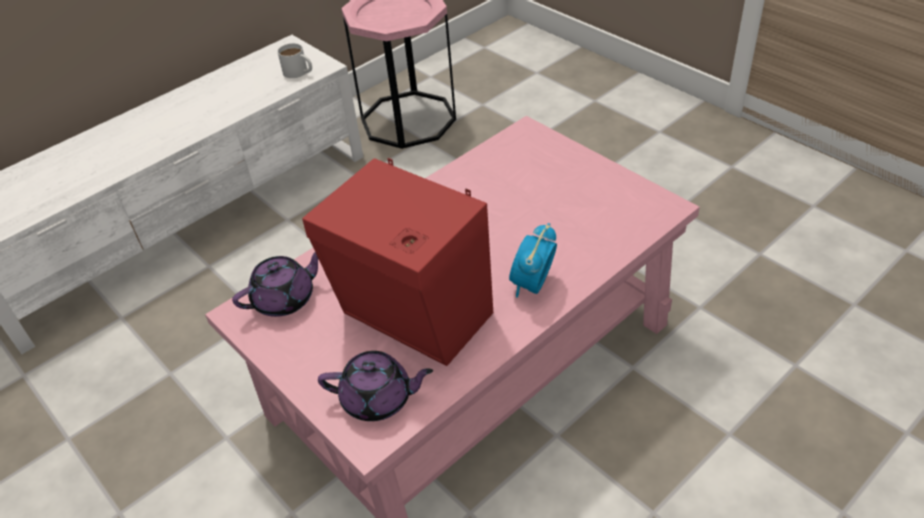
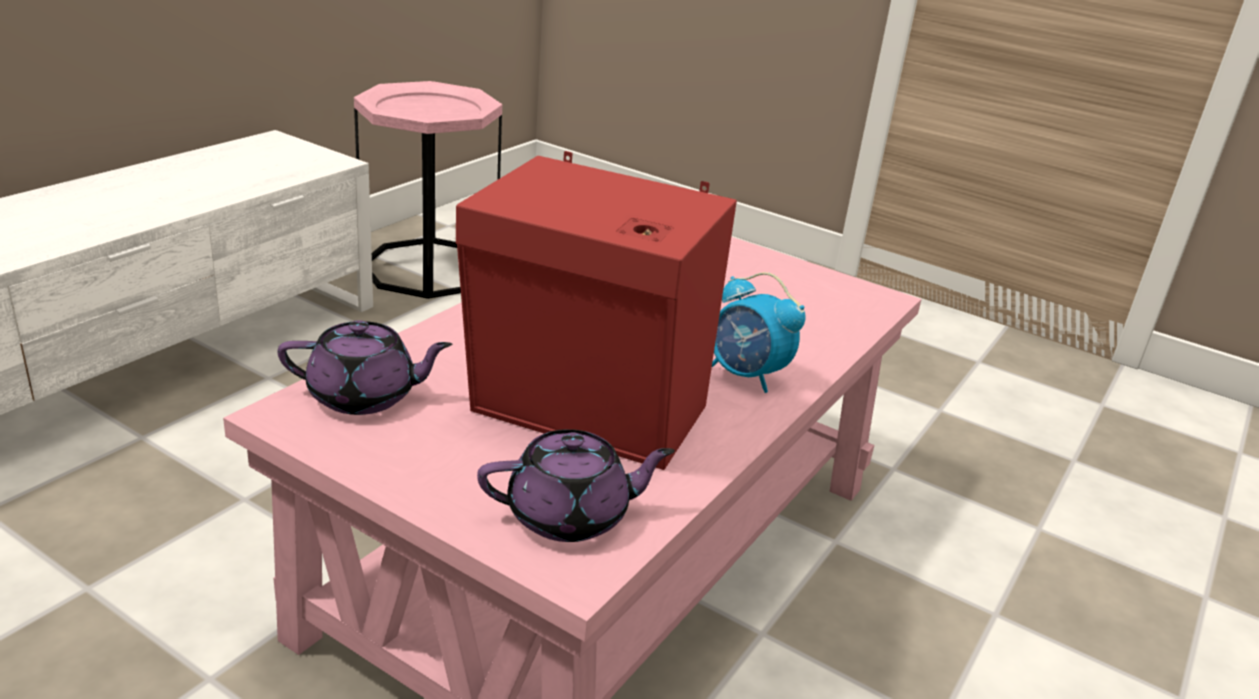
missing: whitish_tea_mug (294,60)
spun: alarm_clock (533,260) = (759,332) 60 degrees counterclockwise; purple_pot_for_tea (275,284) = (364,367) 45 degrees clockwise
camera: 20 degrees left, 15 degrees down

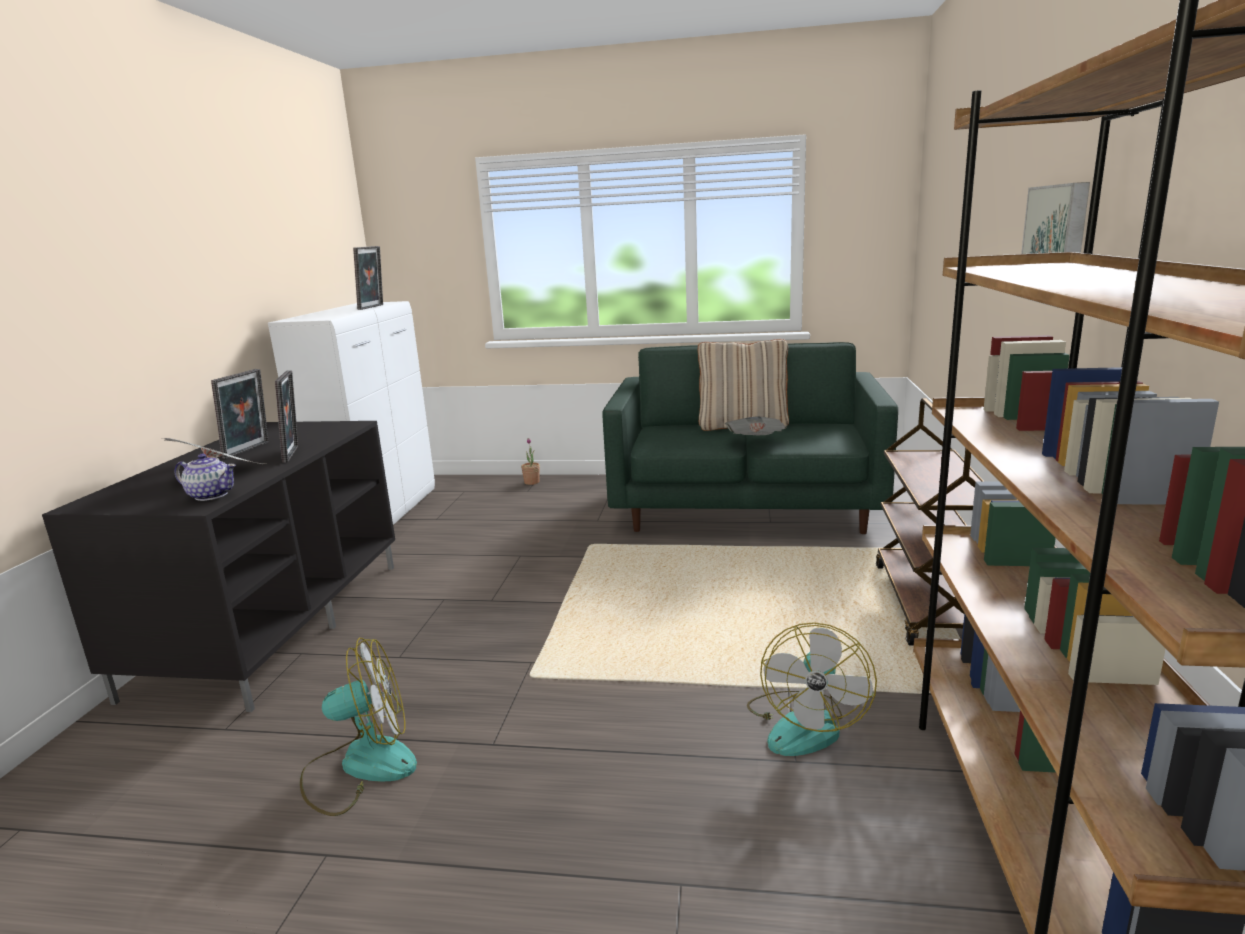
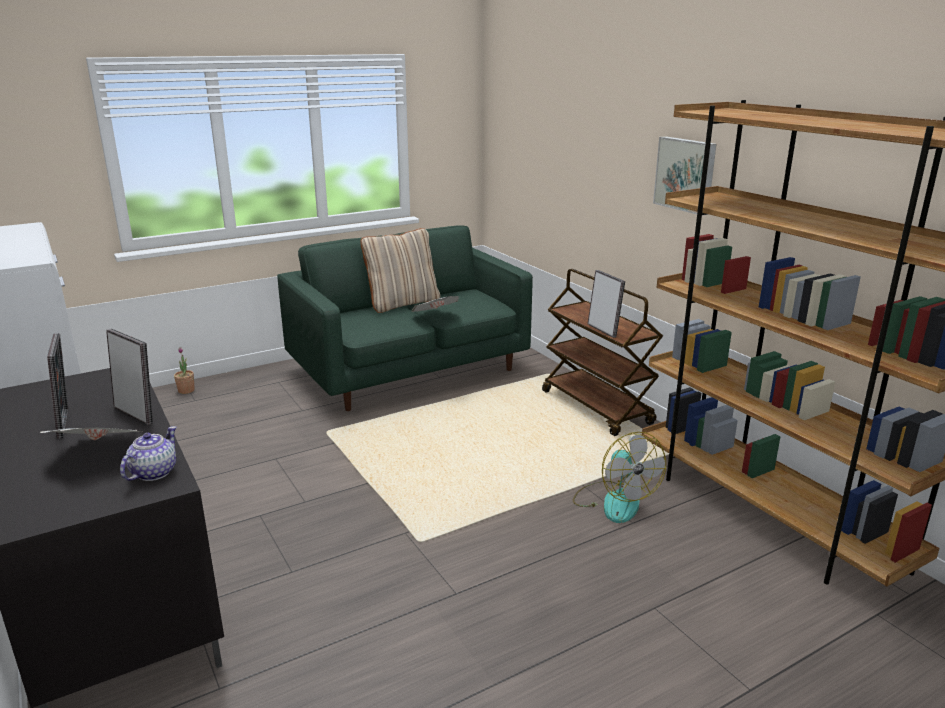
missing: fan (358,727)
relocated: picture_frame (368,278) to (606,304)
spun: pot_for_tea (205,477) = (148,453) 45 degrees counterclockwise
camera: 40 degrees left, 5 degrees up

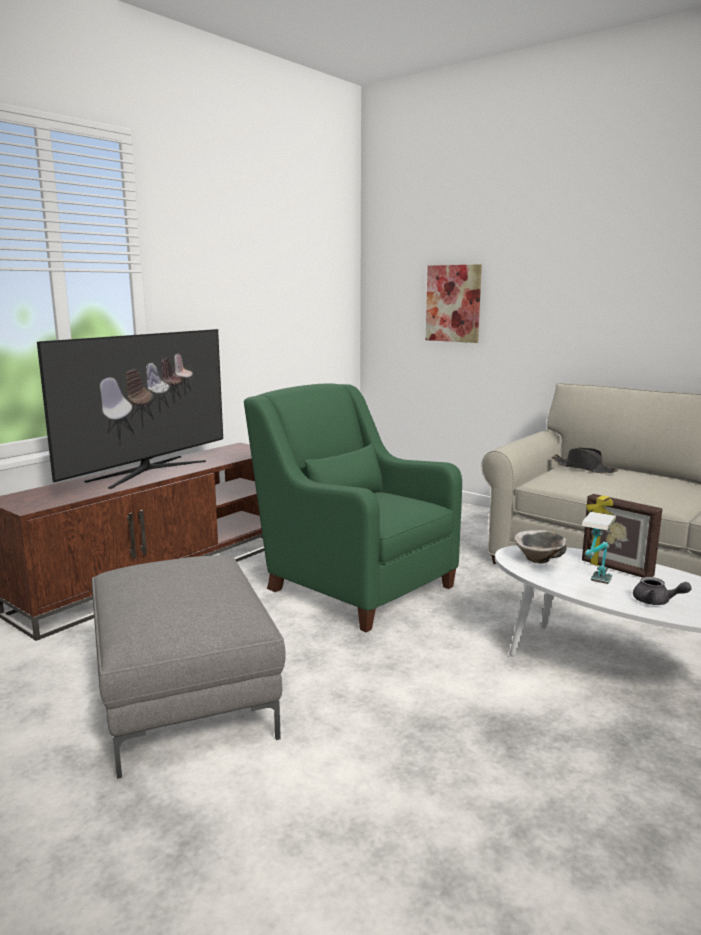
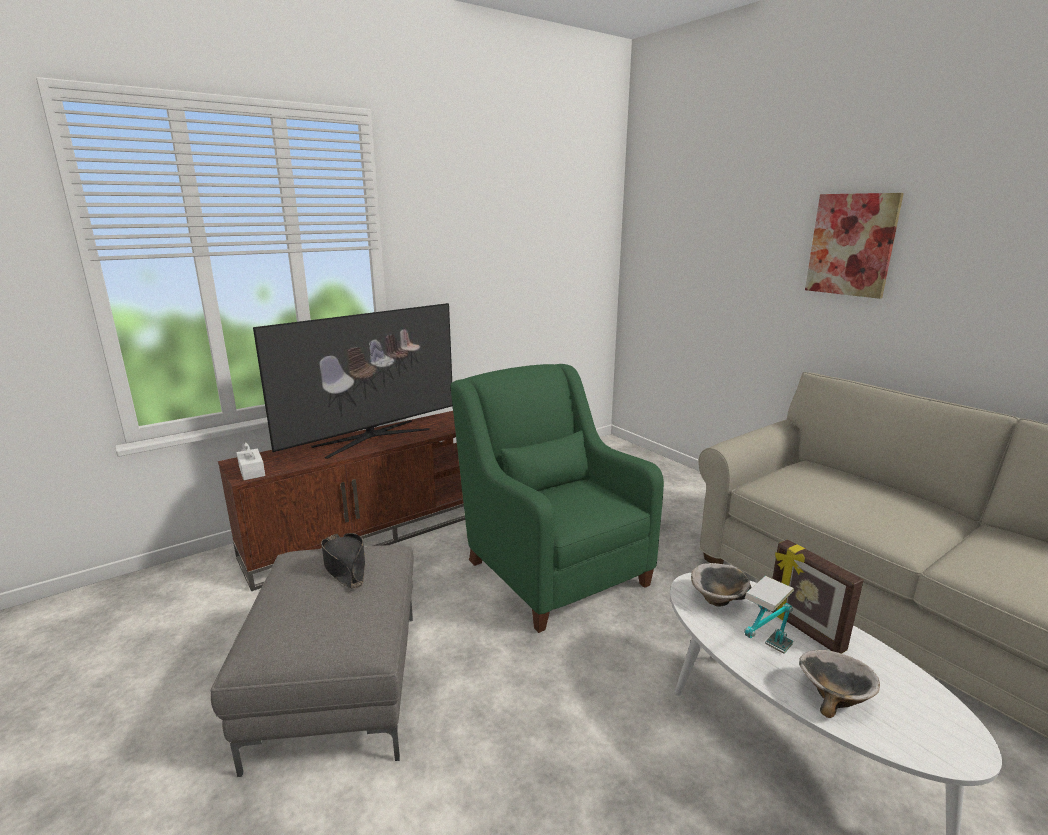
appeared: whitish_tissue_box (251,461)
relocated: wall_picture (454,303) to (854,246); blackish_hat (585,460) to (343,561)
exchanged: gray_pot_for_tea (662,591) to serving_bowl (839,684)
camera: 15 degrees right, 5 degrees up

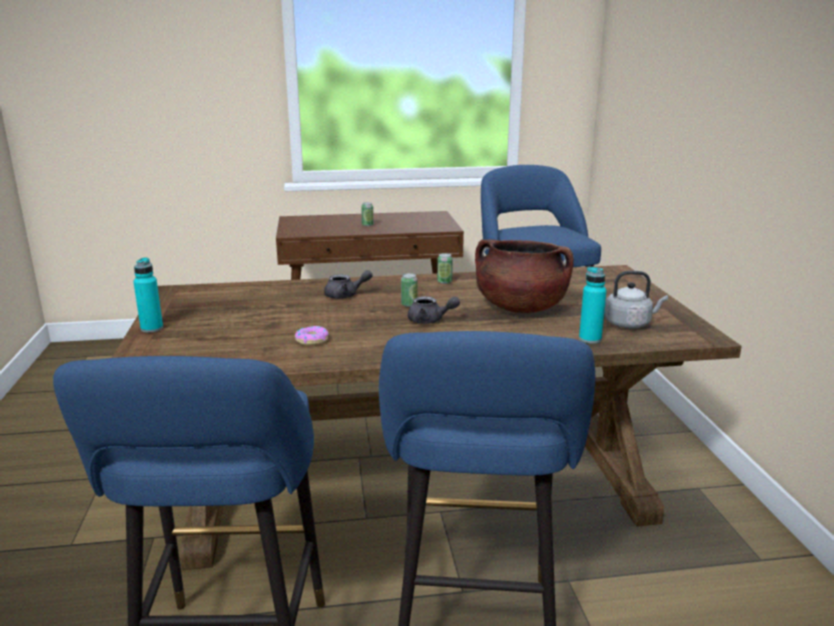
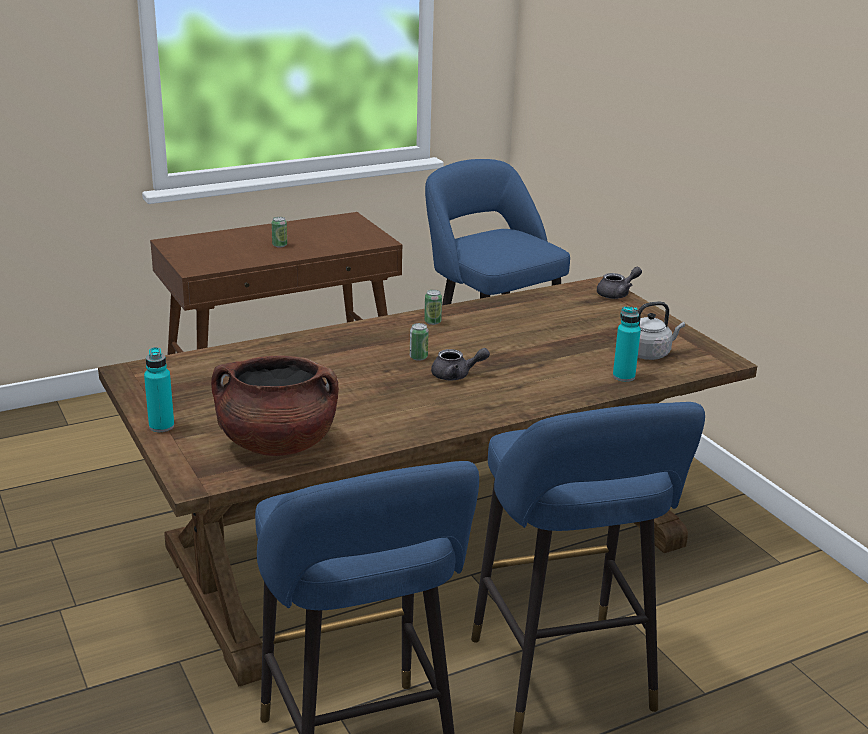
missing: ring_doughnut (312,336)
relocated: brown_saucepot (524,276) to (275,405); gray_pot_for_tea (348,284) to (619,283)
camera: 20 degrees left, 5 degrees up

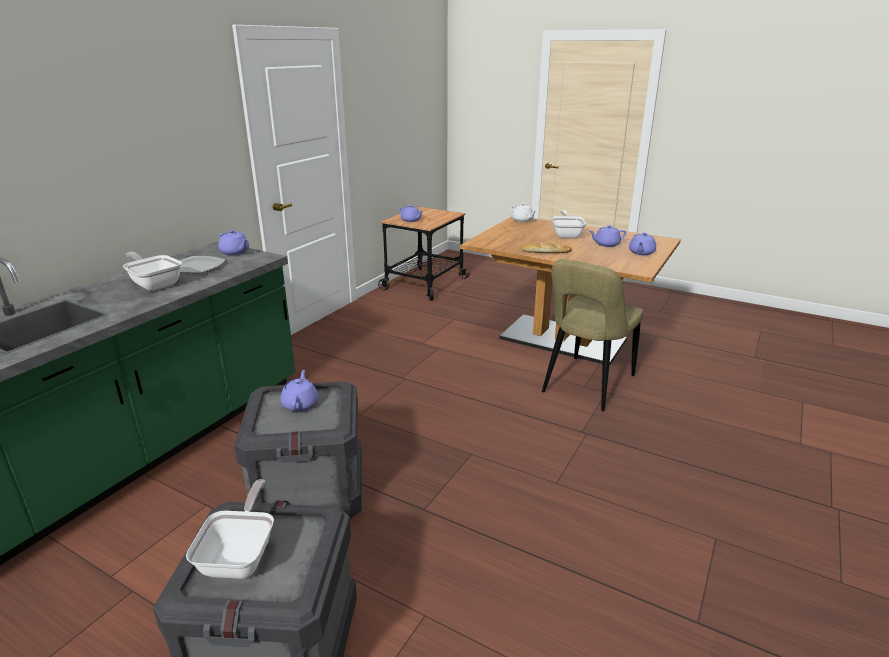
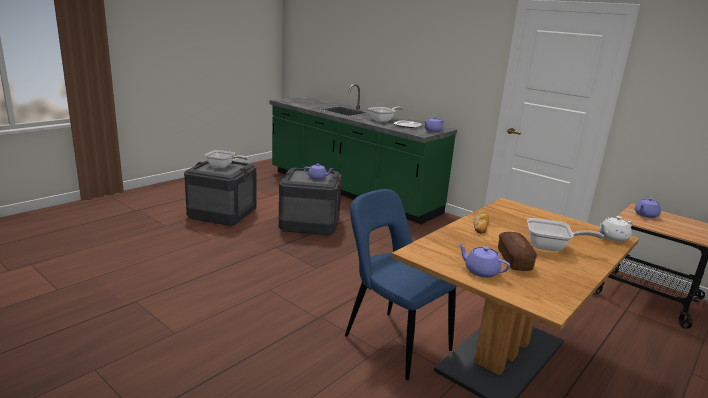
exchanged: purple_pot_for_tea (608,236) to bread (517,251)
colour: sand-coloured_chair (593,335) to bluish_chair (401,284)
camera: 100 degrees right, 5 degrees down

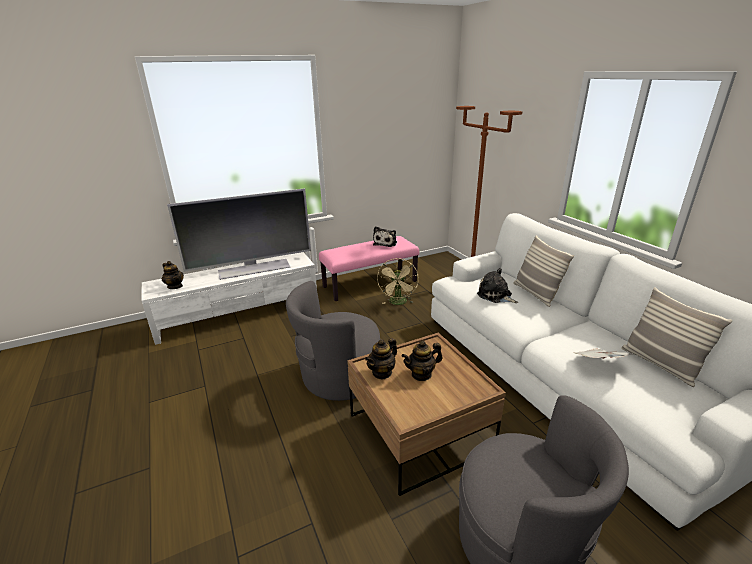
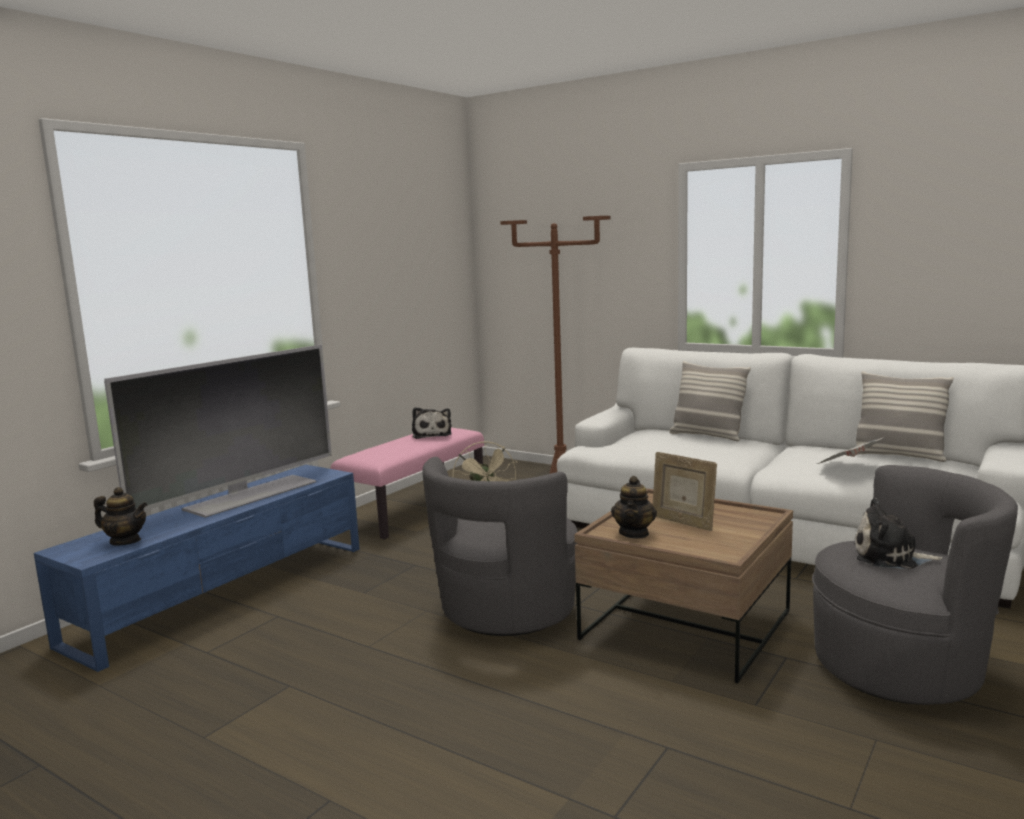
relocated: soft_toy (497,285) to (898,533)
exchanged: pot_for_tea (422,361) to picture_frame (685,491)
colour: whitish_tv_stand (229,298) to bluish_tv_stand (197,568)
camera: 30 degrees left, 15 degrees down

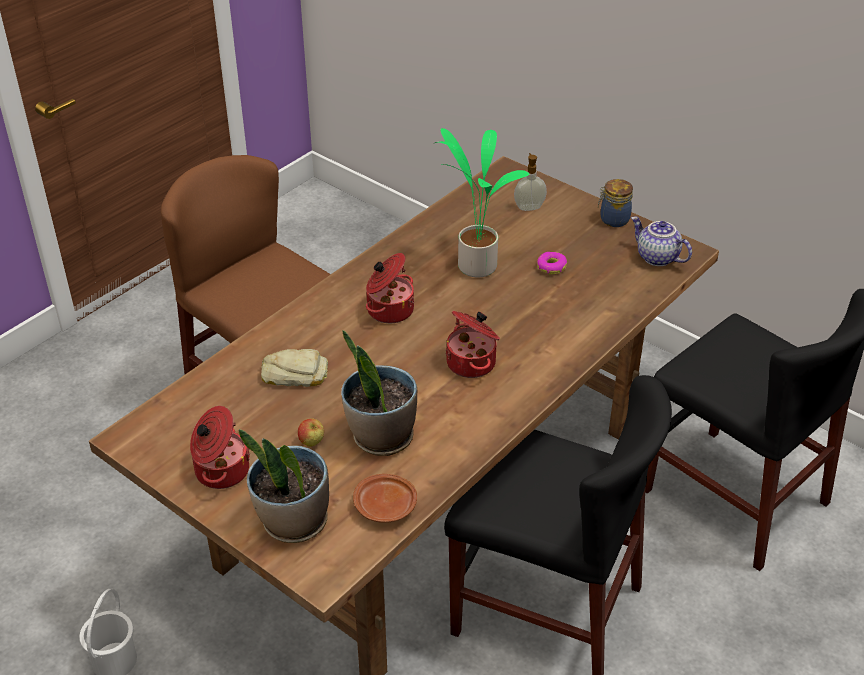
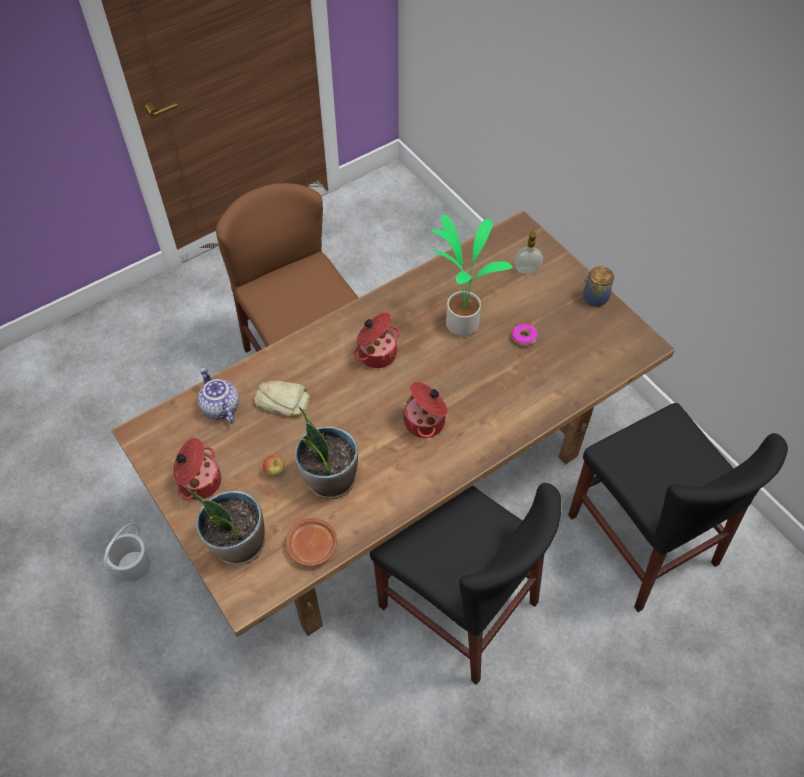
relocated: pot_for_tea (661,241) to (218,396)
camera: 15 degrees right, 15 degrees up

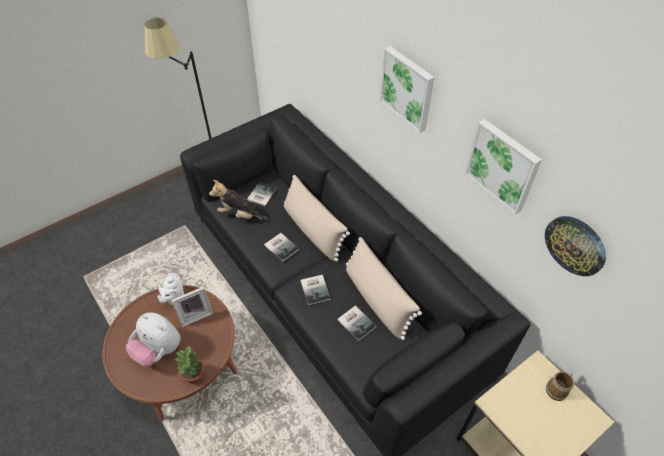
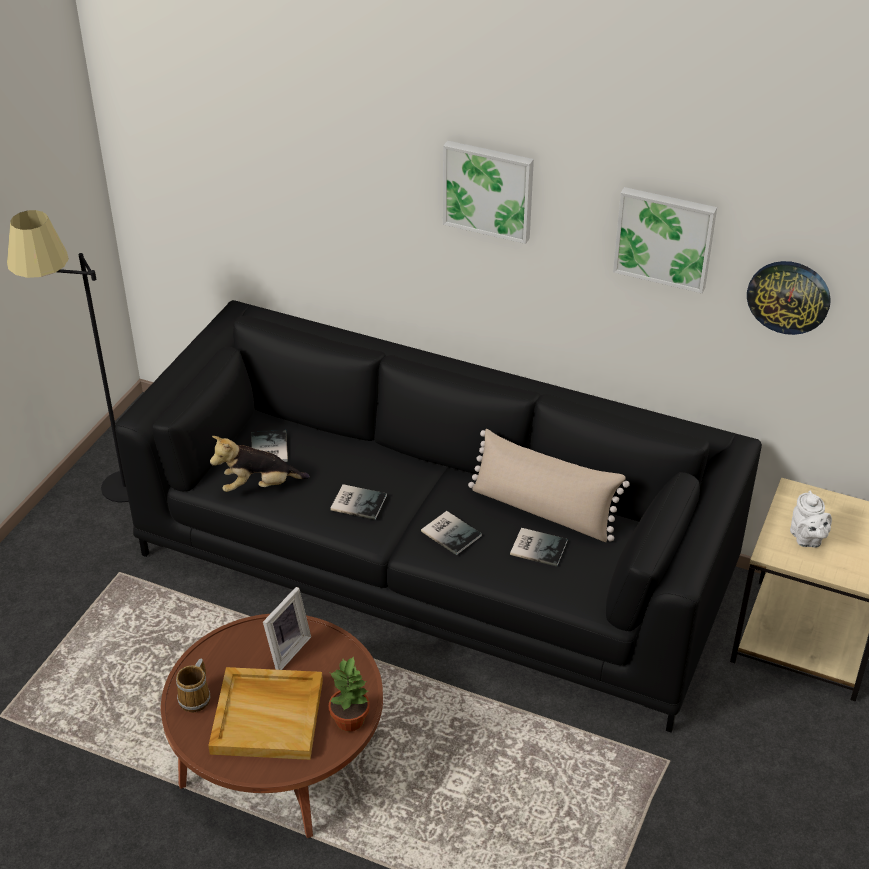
missing: sand-coloured_throw_pillow (317,218)
relocated: whitish_pot_for_tea (170,289) to (811,519); tea_mug (560,385) to (193,685)
exchanged: soft_toy (153,340) to sand-coloured_carrying_tray (265,713)
camera: 30 degrees left, 10 degrees down

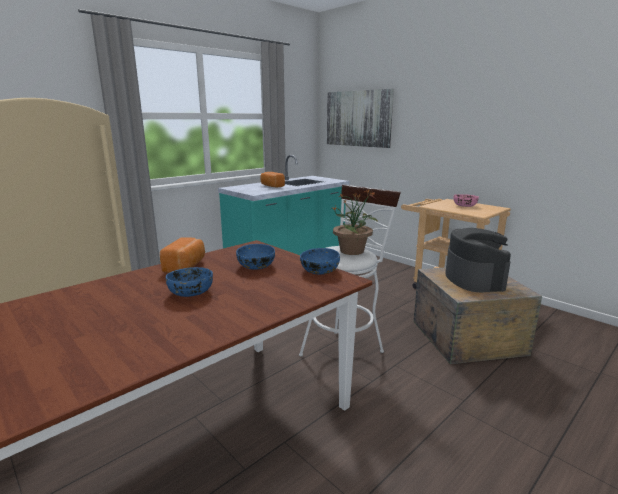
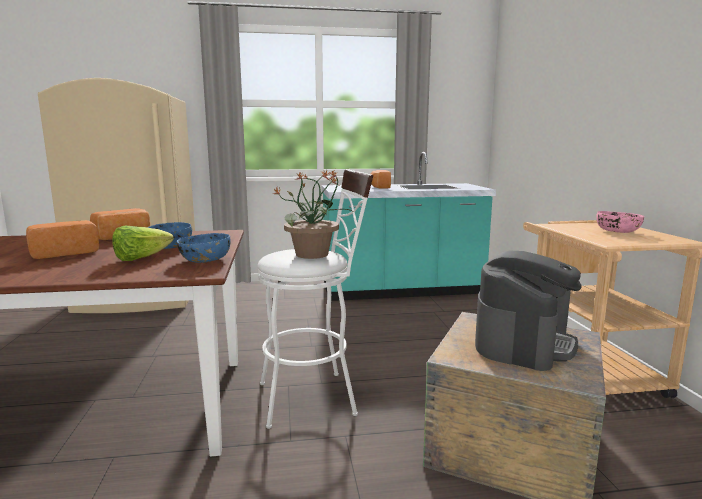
missing: wall_picture (360,118)
appeared: lettuce (143,243)
exchanged: bluish_serving_bowl (189,282) to bread (62,239)
camera: 35 degrees right, 5 degrees down

